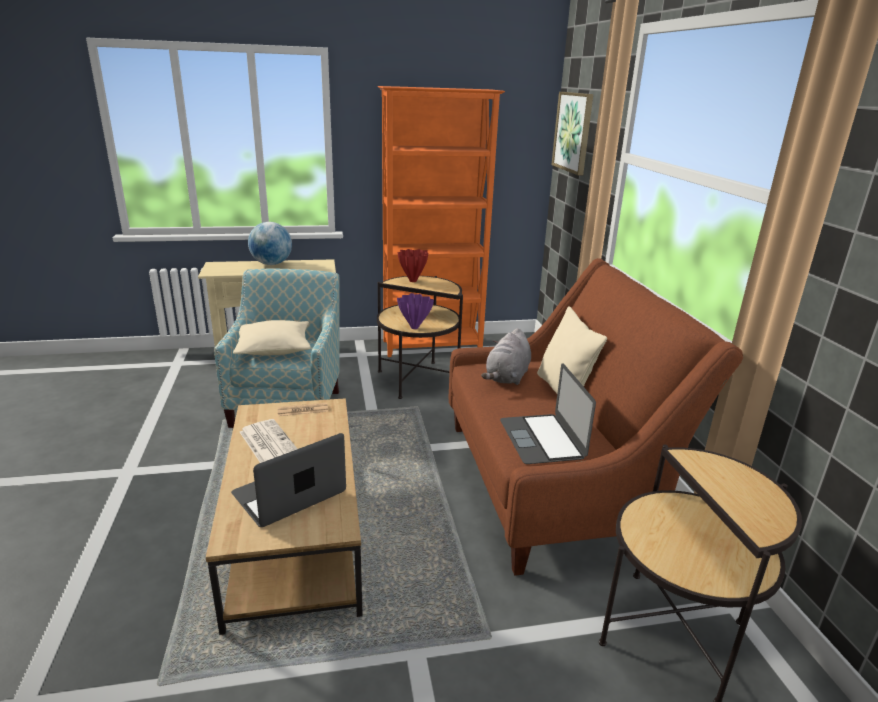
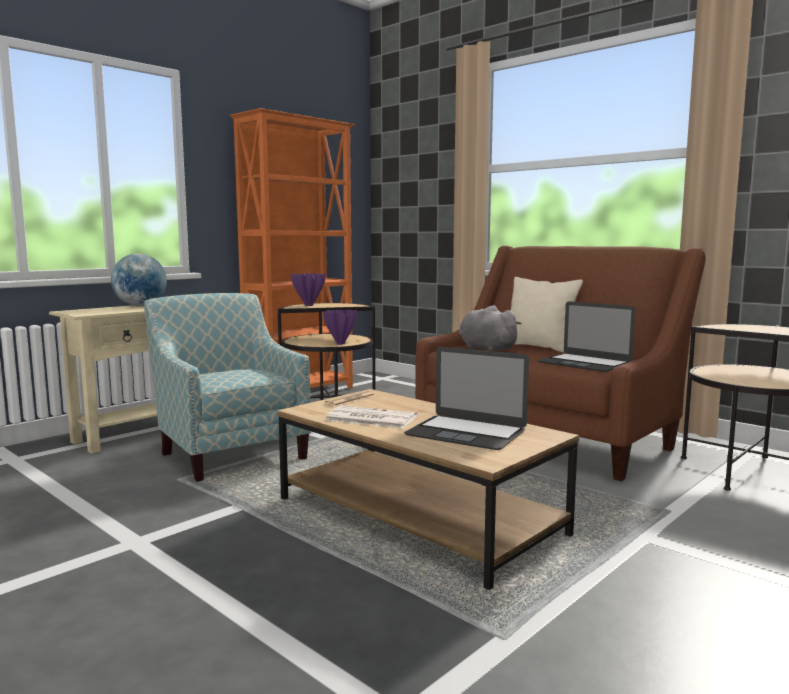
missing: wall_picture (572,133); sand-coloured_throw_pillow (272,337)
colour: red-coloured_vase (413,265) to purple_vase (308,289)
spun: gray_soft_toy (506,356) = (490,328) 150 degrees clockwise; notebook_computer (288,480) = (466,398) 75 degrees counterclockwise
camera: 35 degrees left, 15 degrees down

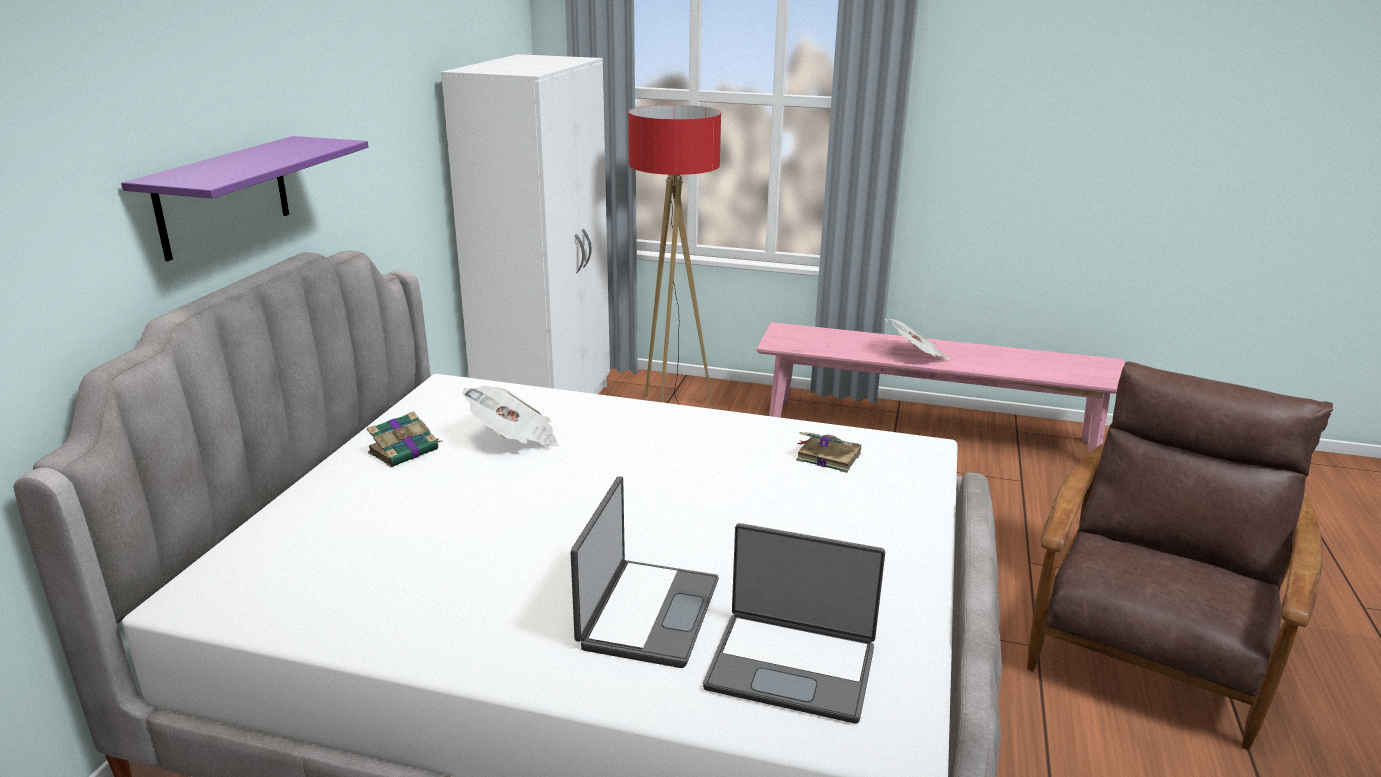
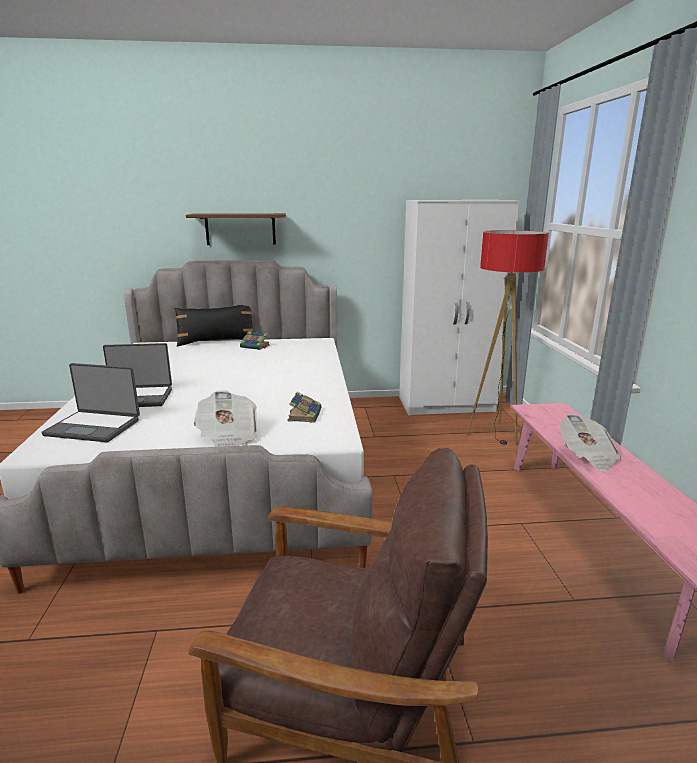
appeared: blackish_throw_pillow (213,325)
relocated: newspaper (510,416) to (226,418)
colour: purple_wall_shelf (244,198) to brown_wall_shelf (236,229)
spun: notebook_computer (794,623) = (90,402) 75 degrees counterclockwise
camera: 70 degrees right, 5 degrees down

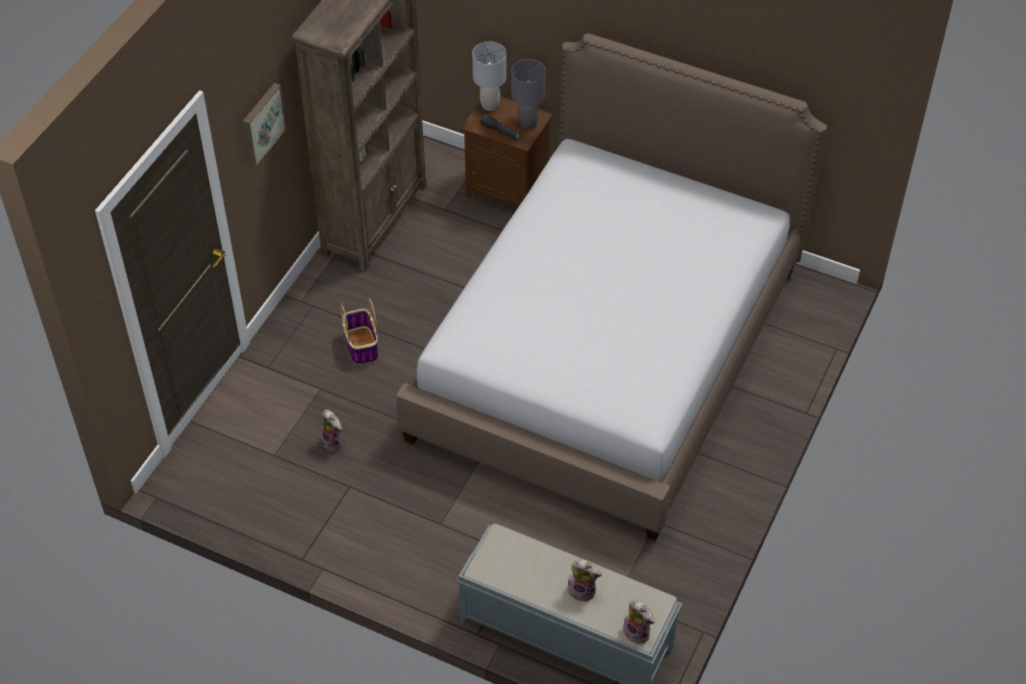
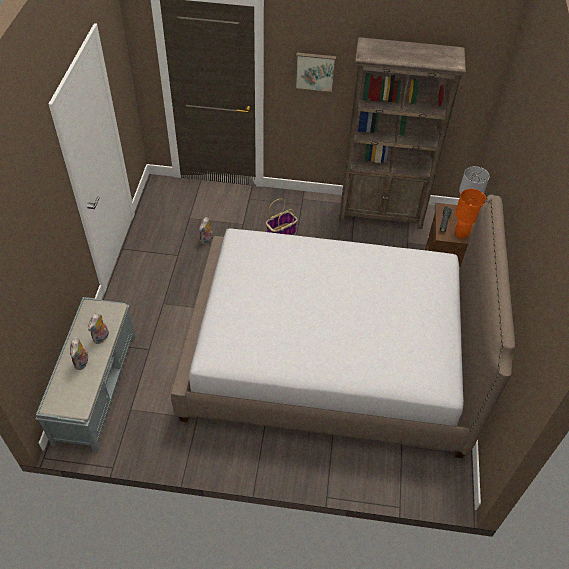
relocated: soft_toy (639,622) to (98,328)
colour: gray_table_lamp (528,94) to orangey_table_lamp (470,214)
camera: 70 degrees right, 0 degrees up

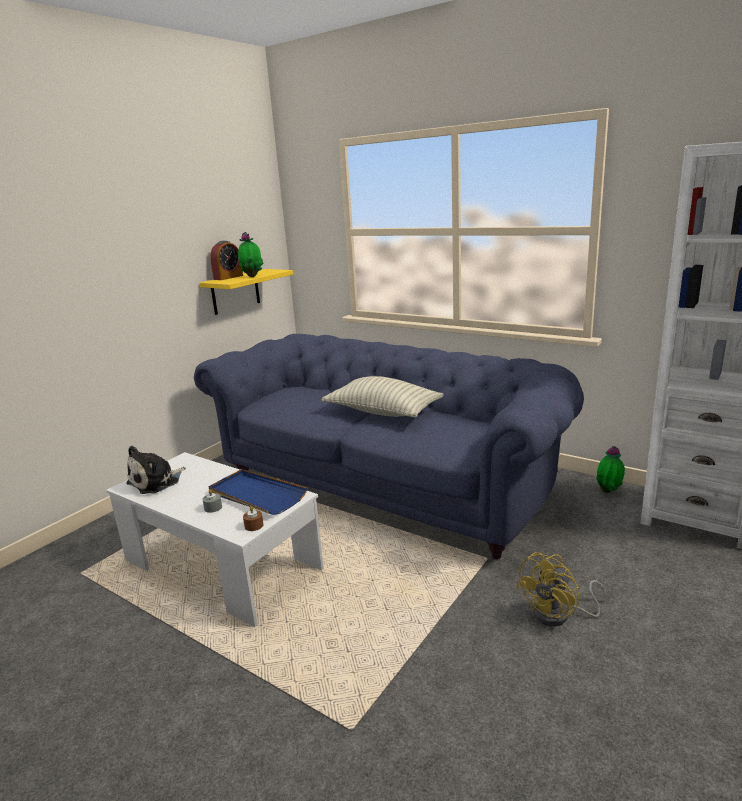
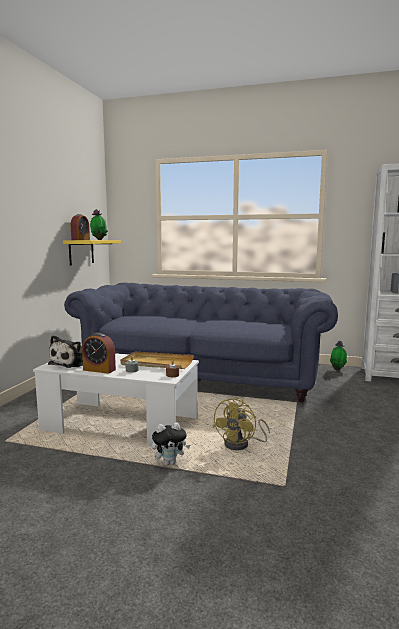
missing: throw_pillow (383,397)
appeared: alarm_clock (99,353); soft_toy (171,443)
relocated: yellow_fan (562,589) to (241,423)
colour: bluish_carrying_tray (257,492) to sand-coloured_carrying_tray (157,360)
camera: 20 degrees left, 10 degrees down

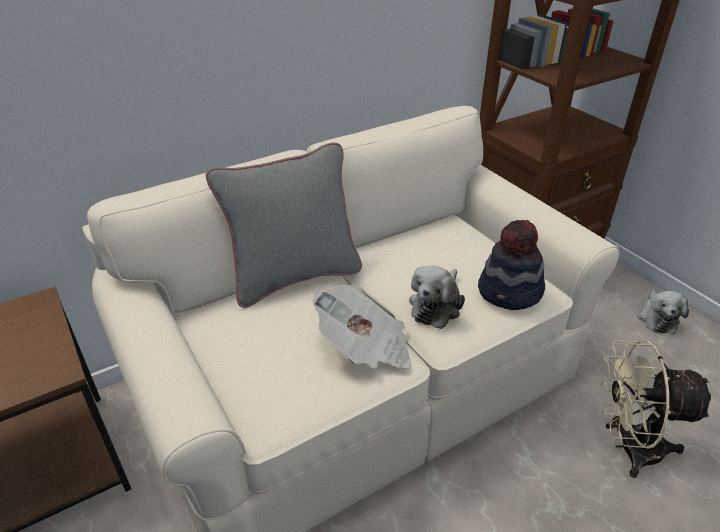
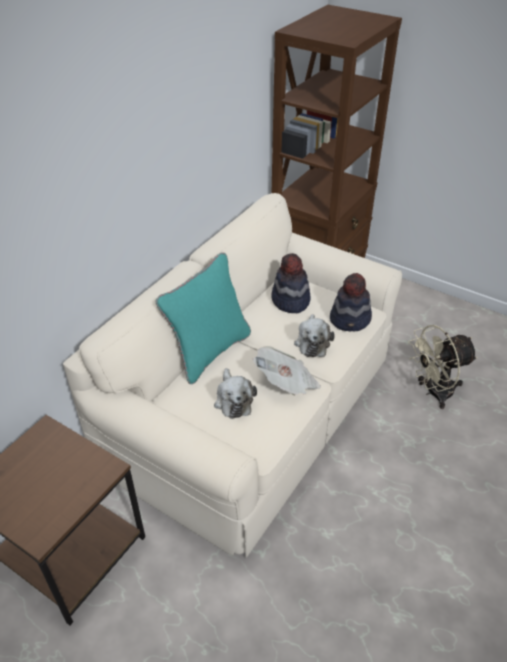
appeared: hat (291,283)
relocated: soft_toy (663,311) to (235,393)
colour: gray_throw_pillow (284,225) to blue-green_throw_pillow (203,318)
camera: 25 degrees left, 5 degrees up

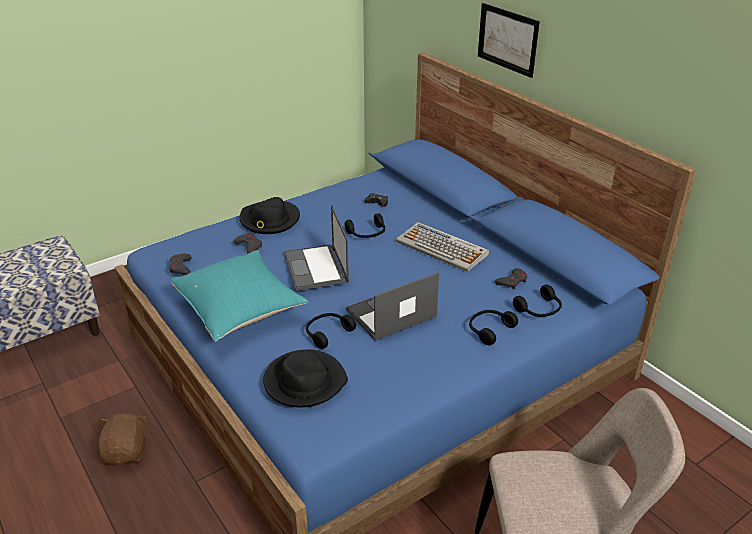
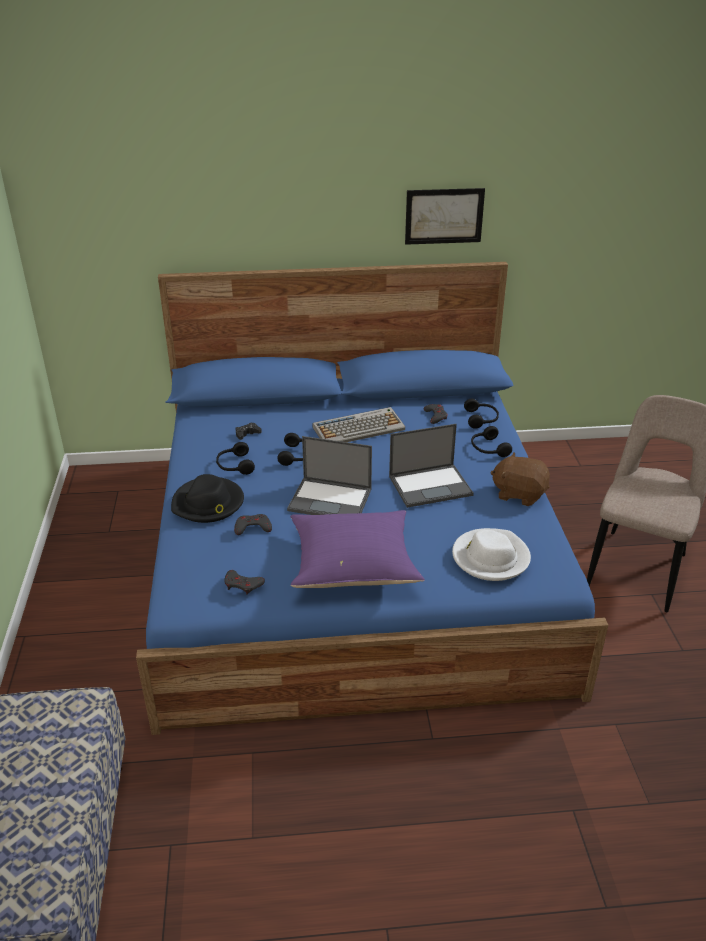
relocated: wall_picture (509,40) to (445,216); blackish_headset (331,331) to (235,458); brown_soft_toy (122,439) to (520,479)
colour: blue-green_throw_pillow (239,295) to purple_throw_pillow (357,549); blackish_hat (305,379) to whitish_hat (491,554)
spun: notebook_computer (392,306) = (431,466) 105 degrees counterclockwise
camera: 60 degrees left, 0 degrees up

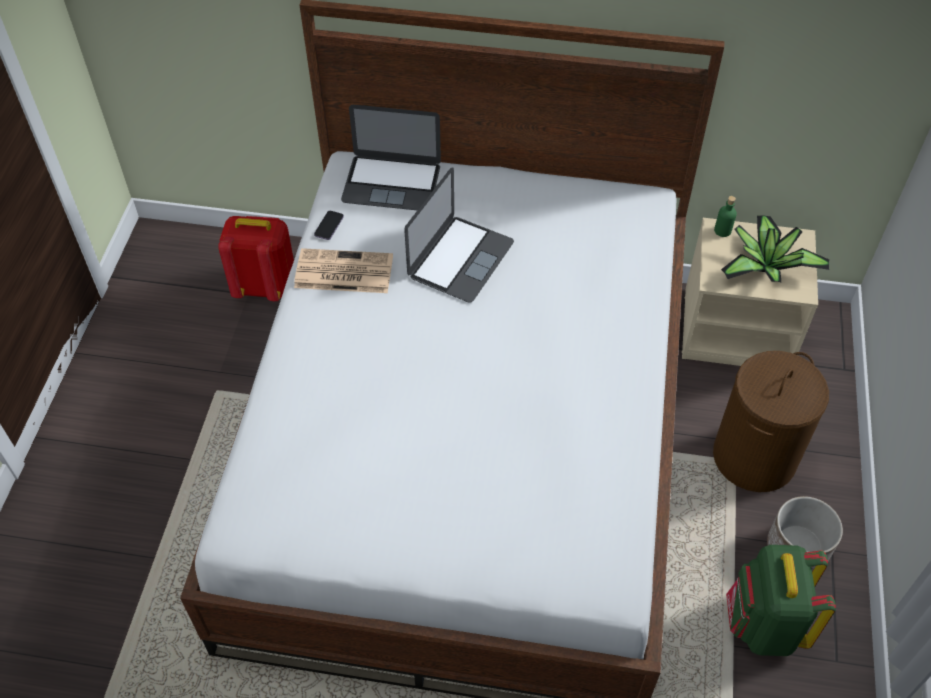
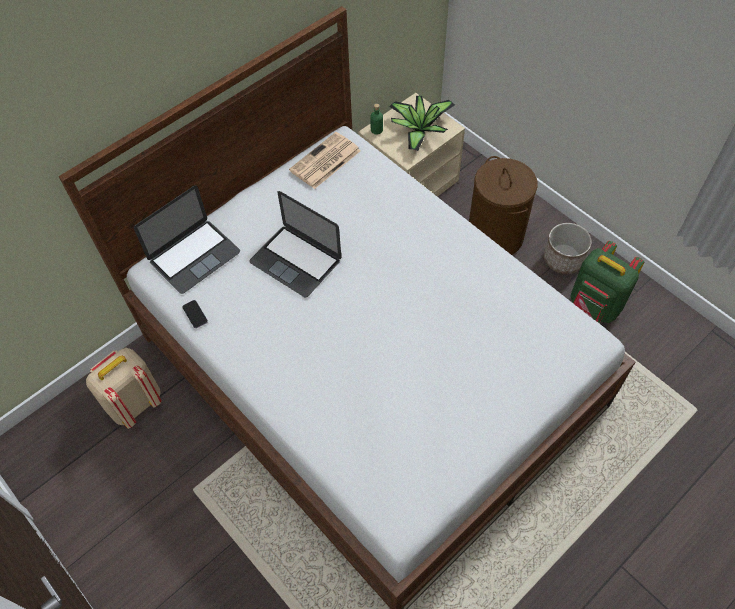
relocated: newspaper (343,270) to (325,160)
colour: red-coloured_knapsack (256,258) to sand-coloured_knapsack (124,388)
spun: notebook_computer (459,235) = (295,244) 150 degrees clockwise
camera: 50 degrees left, 5 degrees up

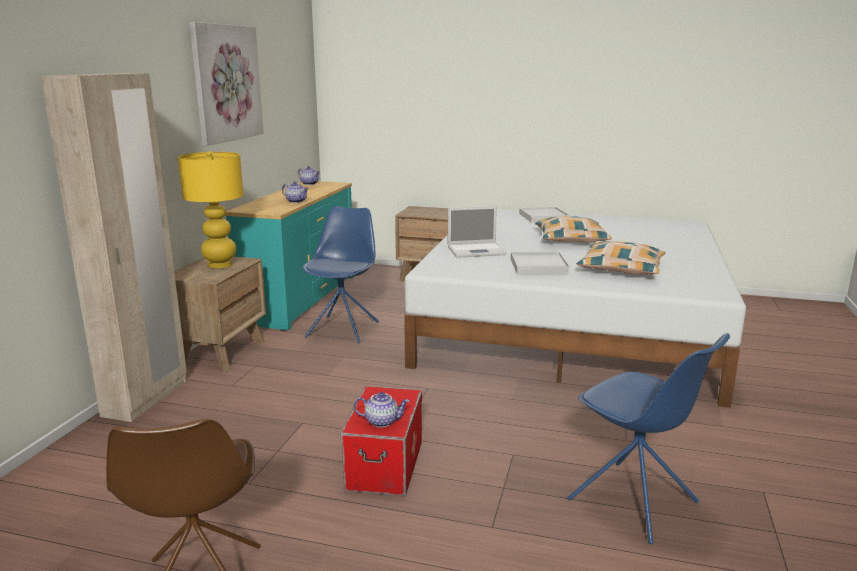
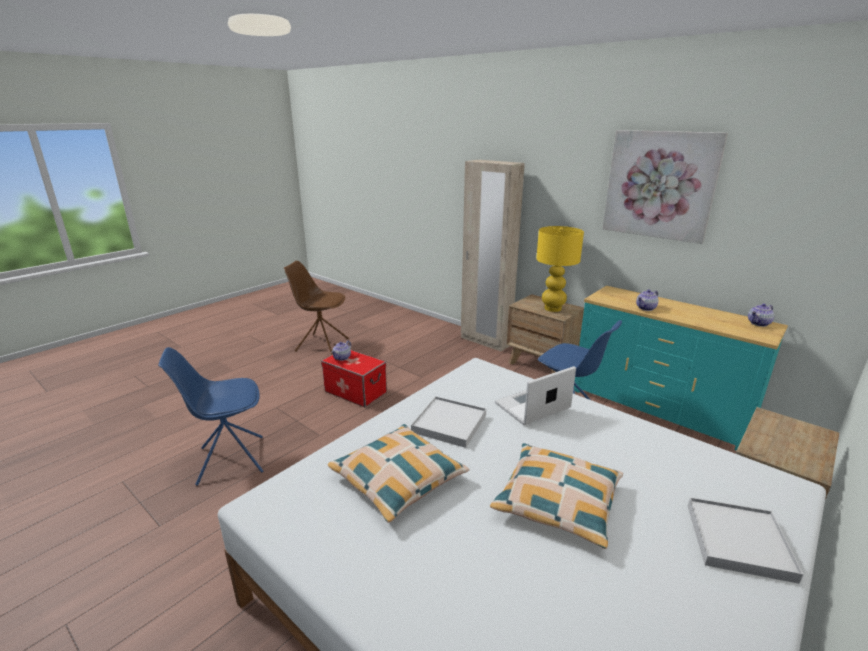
spun: notebook_computer (477,232) = (535,395) 45 degrees clockwise
camera: 115 degrees right, 5 degrees up

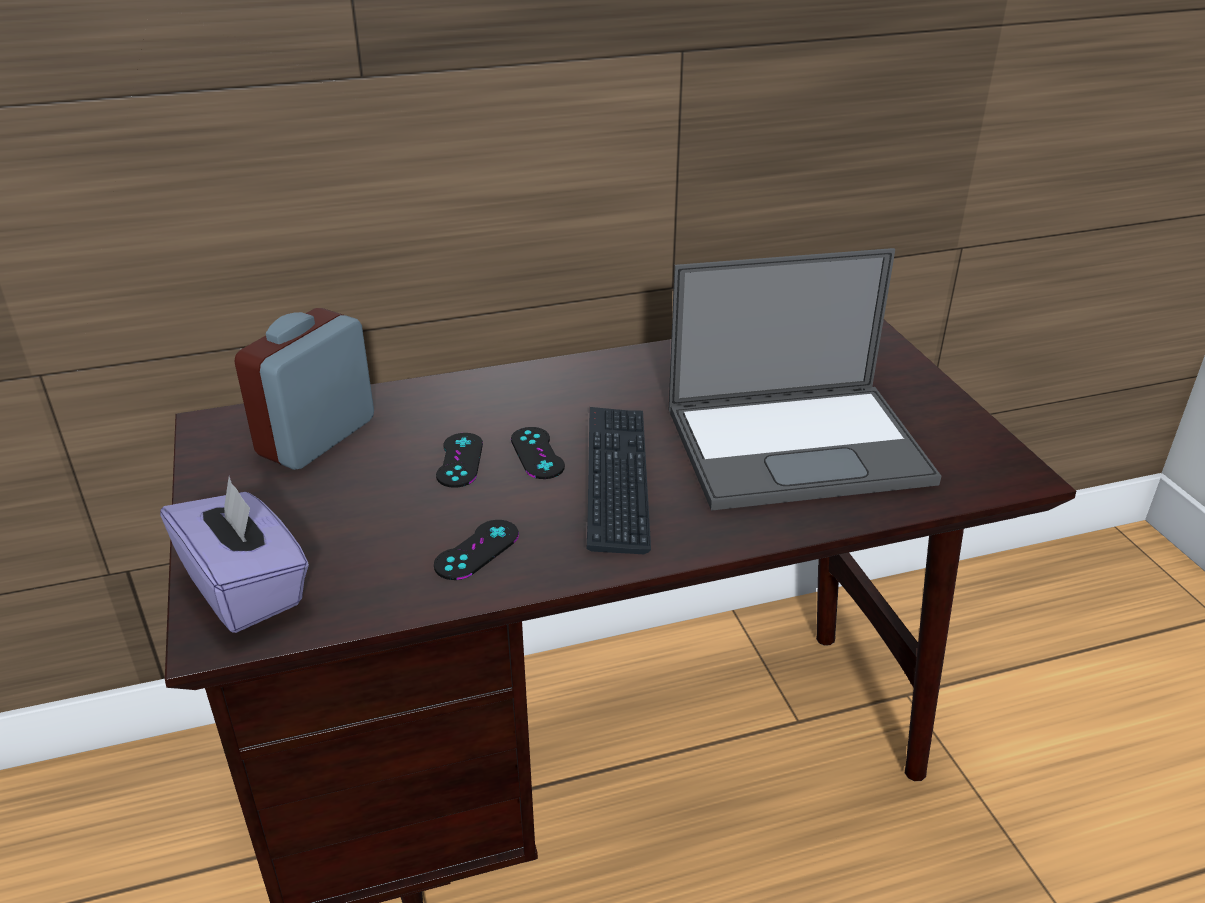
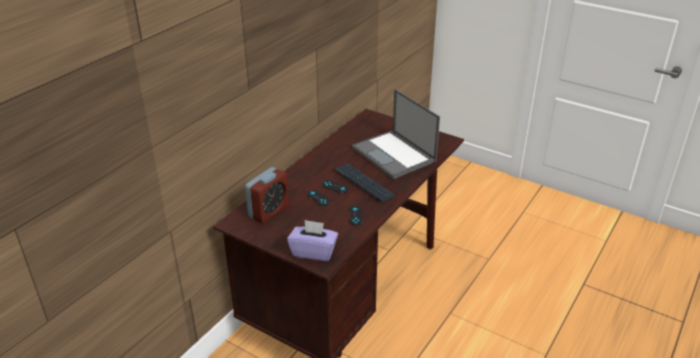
spun: notebook_computer (805,379) = (396,134) 105 degrees clockwise; alarm_clock (304,389) = (267,195) 135 degrees counterclockwise
camera: 40 degrees left, 0 degrees up

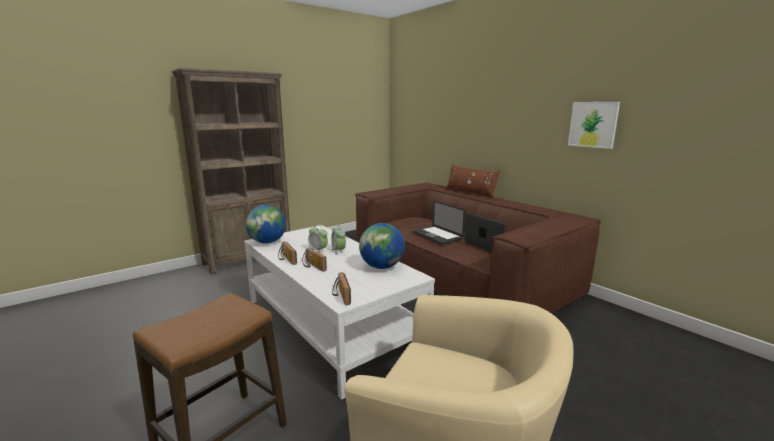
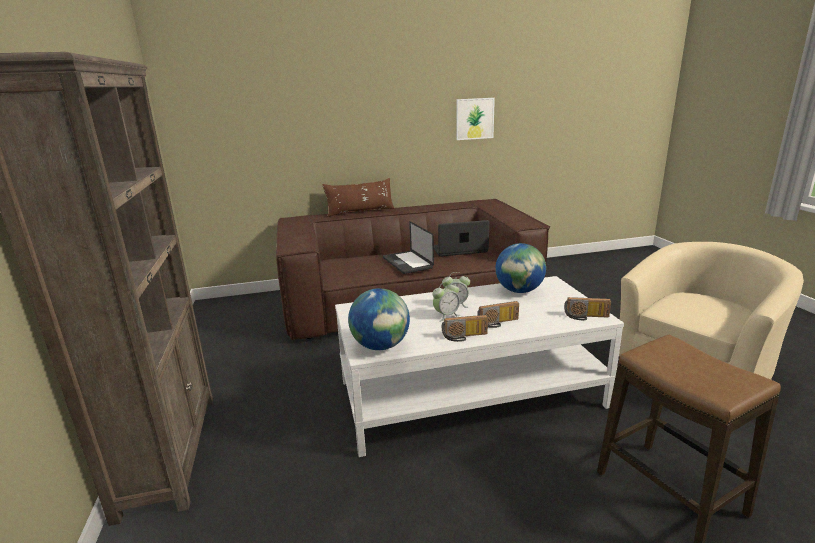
spun: notebook_computer (439,222) = (408,247) 75 degrees clockwise
camera: 65 degrees left, 5 degrees up

